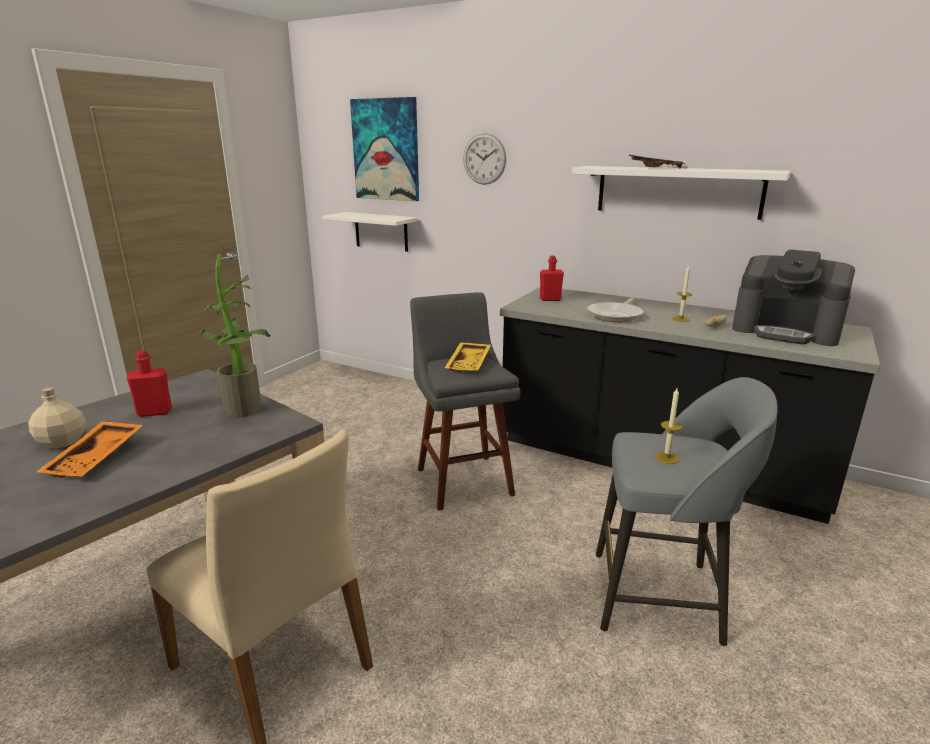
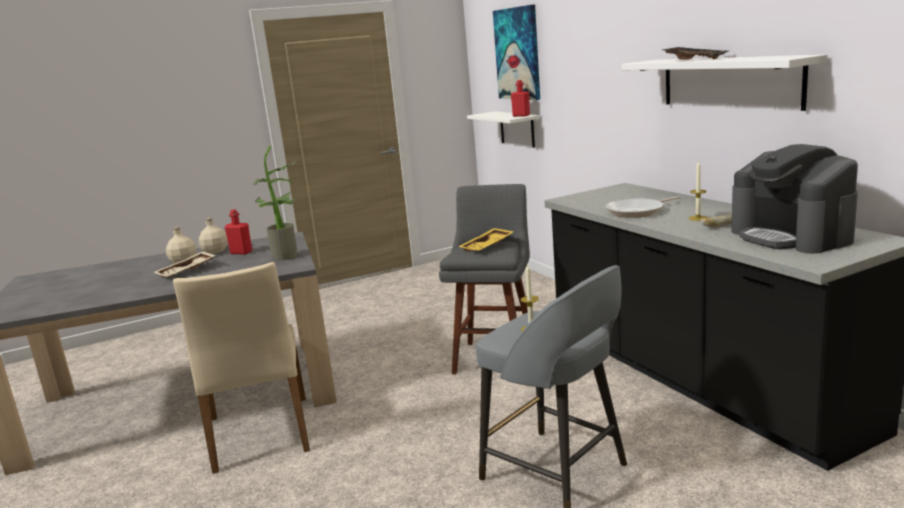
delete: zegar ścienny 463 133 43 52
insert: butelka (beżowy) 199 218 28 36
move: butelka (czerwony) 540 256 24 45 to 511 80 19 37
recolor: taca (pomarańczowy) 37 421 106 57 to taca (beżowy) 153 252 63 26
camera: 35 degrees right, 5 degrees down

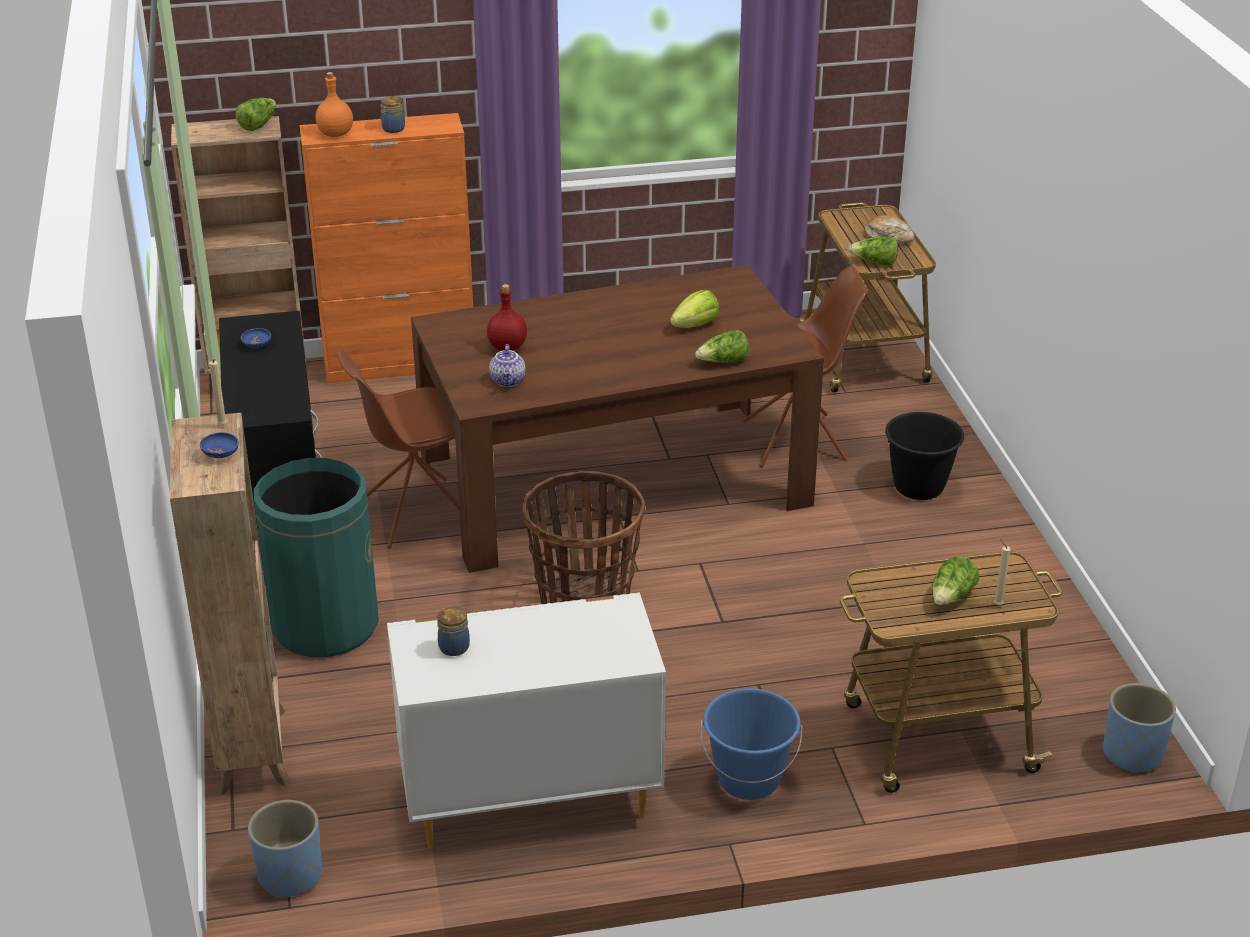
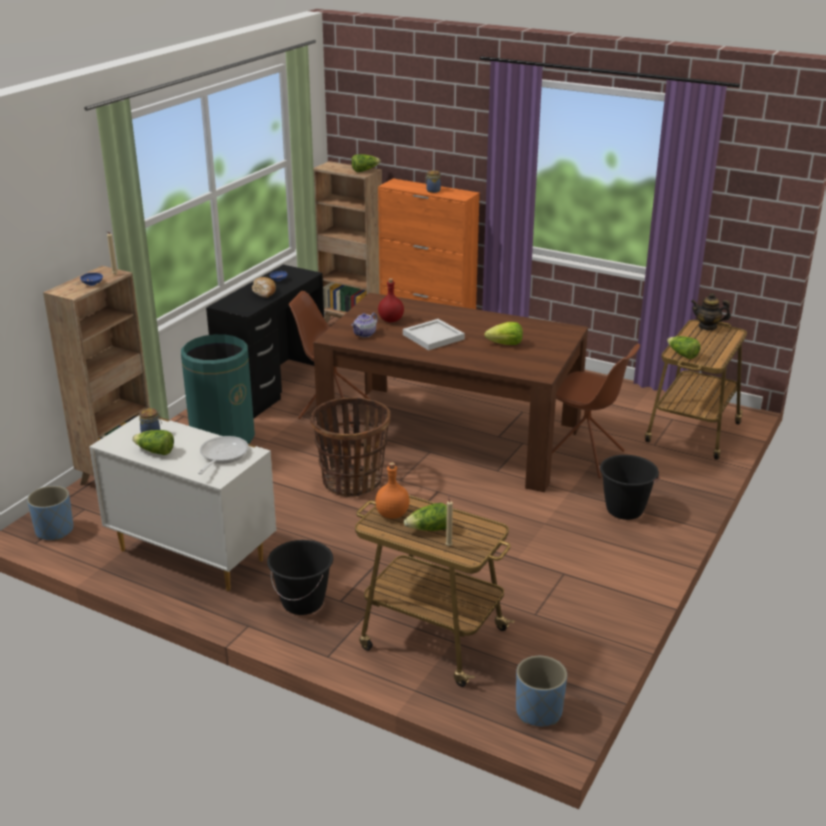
insert: patelnia 198 436 51 38; taca (biały) 403 319 62 31; imbryk 691 293 40 38
move: butelka (pomarańczowy) 315 72 38 65 to 375 462 35 57; sałata 695 330 54 33 to 132 430 42 25; chleb 864 215 51 28 to 252 277 24 21
recolor: wiadro (niebieski) 701 688 102 112 to wiadro (czarny) 267 540 66 75
camera: 40 degrees right, 5 degrees down

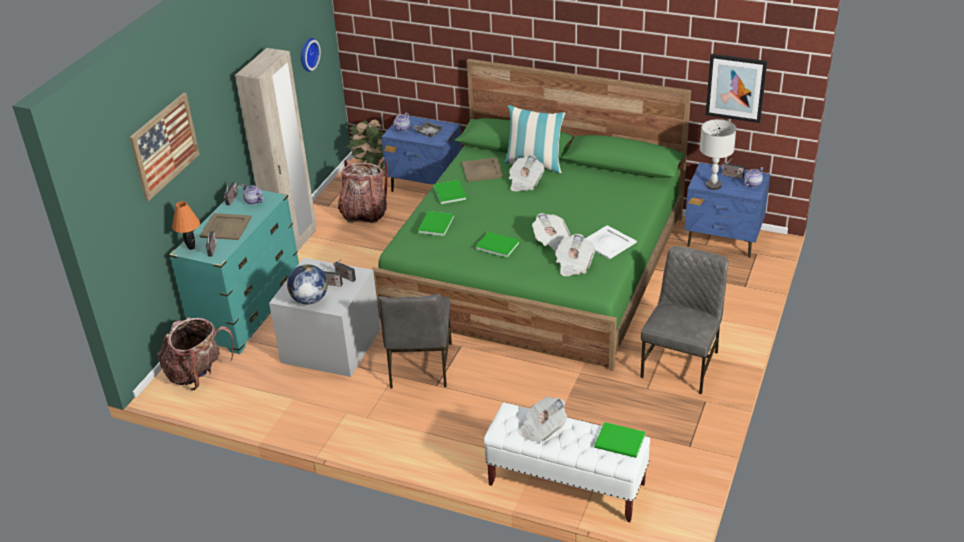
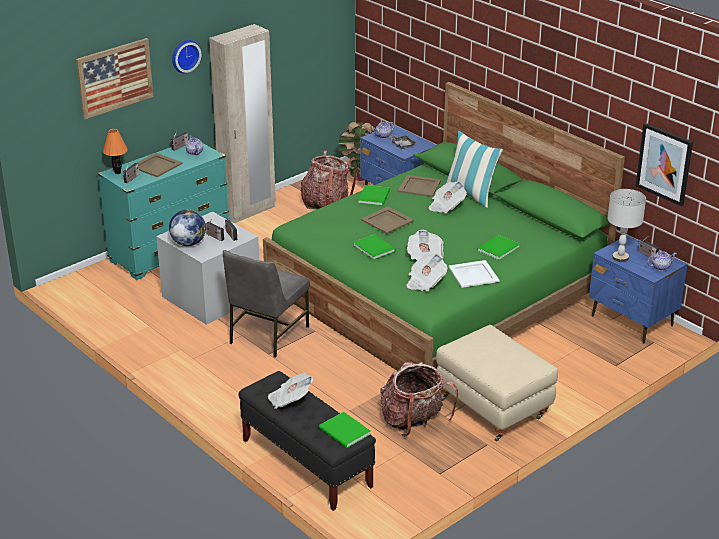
insert: taca (beżowy) 361 207 53 27
move: plecak 157 317 76 73 to 381 362 77 75; zegar ścienny 301 38 20 34 to 172 40 29 33; książka (zielony) 417 211 37 26 to 477 235 43 25
replace: krzesło (szary) 640 246 88 148 to pufa (beżowy) 436 325 122 117
recolor: ławka (biały) 484 403 166 119 to ławka (czarny) 238 371 138 140
camera: 25 degrees right, 5 degrees down

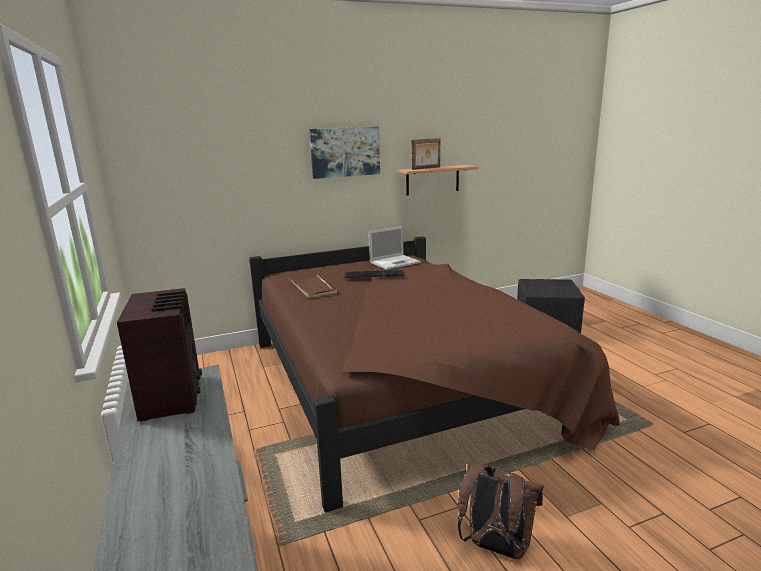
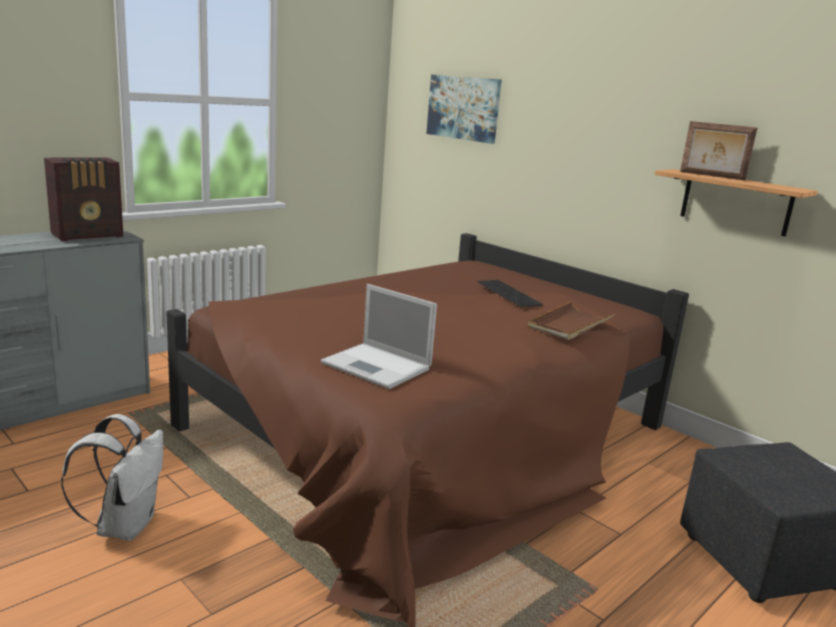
move: taca (brązowy) 288 273 49 25 to 528 301 87 39; obraz 309 126 71 53 to 426 75 76 69; laptop 369 226 52 44 to 321 284 116 105
recolor: plecak (brązowy) 458 462 86 97 to plecak (biały) 61 414 102 127
camera: 65 degrees right, 0 degrees up

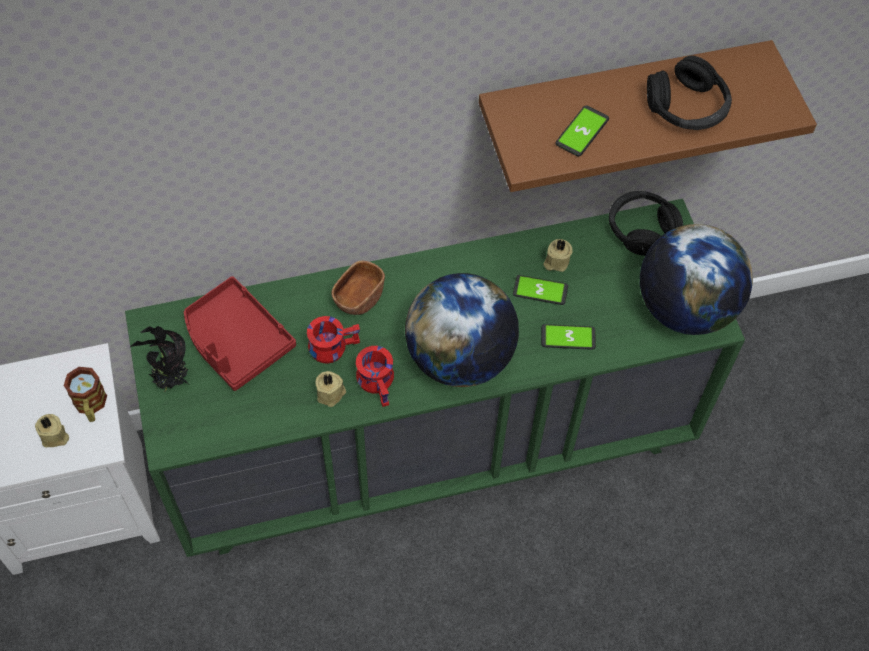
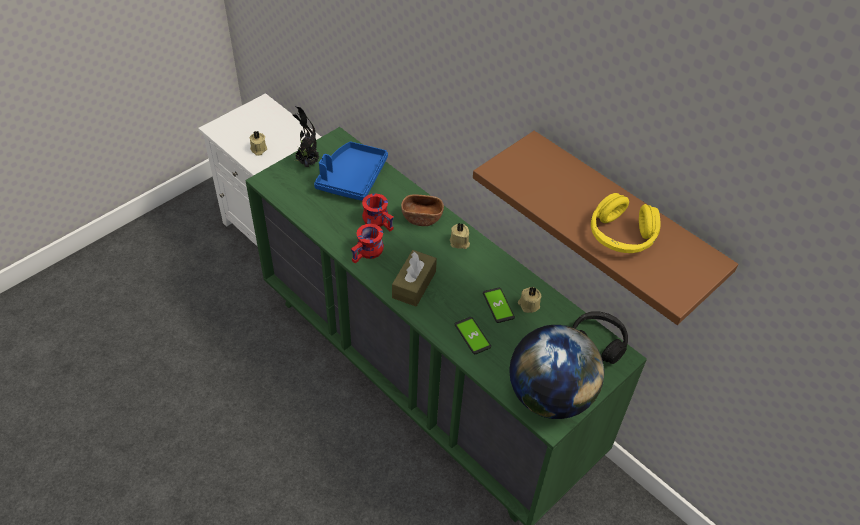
delete: kubek 64 367 43 55; telefon 555 105 54 51
move: świeca (beżowy) 315 371 31 36 to 450 223 20 26
replace: globus 405 273 114 114 to pudełko chusteczek (brązowy) 392 250 45 56
recolor: taca (czerwony) 184 276 112 115 to taca (niebieski) 314 141 74 60; słuchawki (czarny) 647 56 85 74 to słuchawki (żółty) 591 193 69 60
camera: 60 degrees right, 10 degrees down

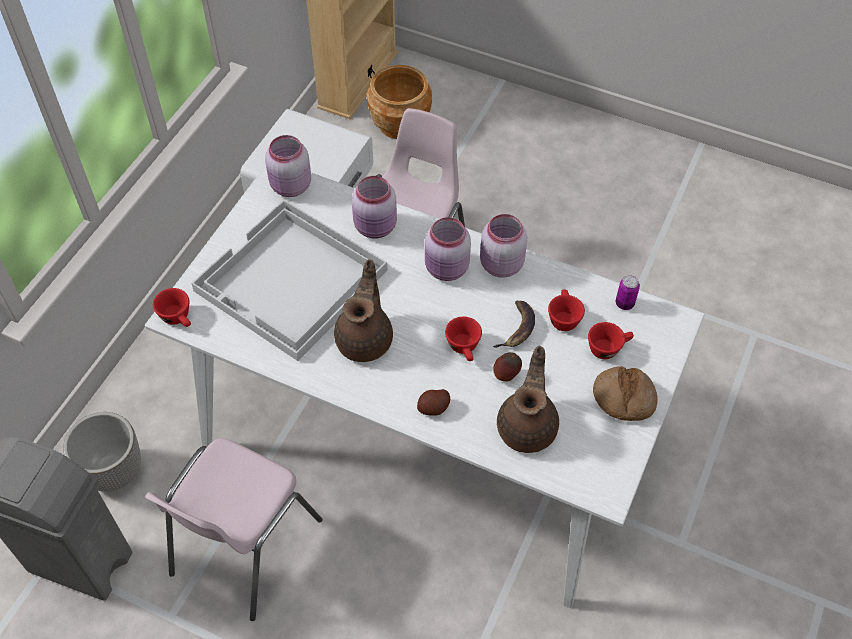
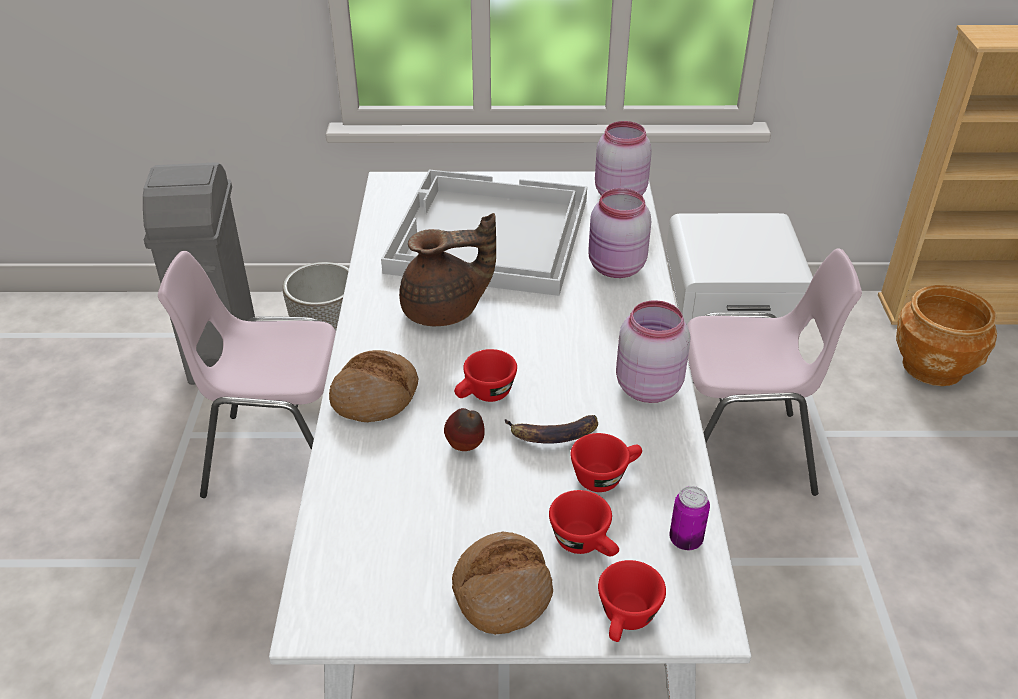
delete: słoik (różowy) 425 217 46 64; imbryk (brązowy) 497 346 62 107
move: filiżanka (czerwony) 153 288 38 39 to 598 560 68 82
replace: ziemniak 417 389 33 27 to chleb 329 350 89 72
camera: 65 degrees right, 15 degrees down

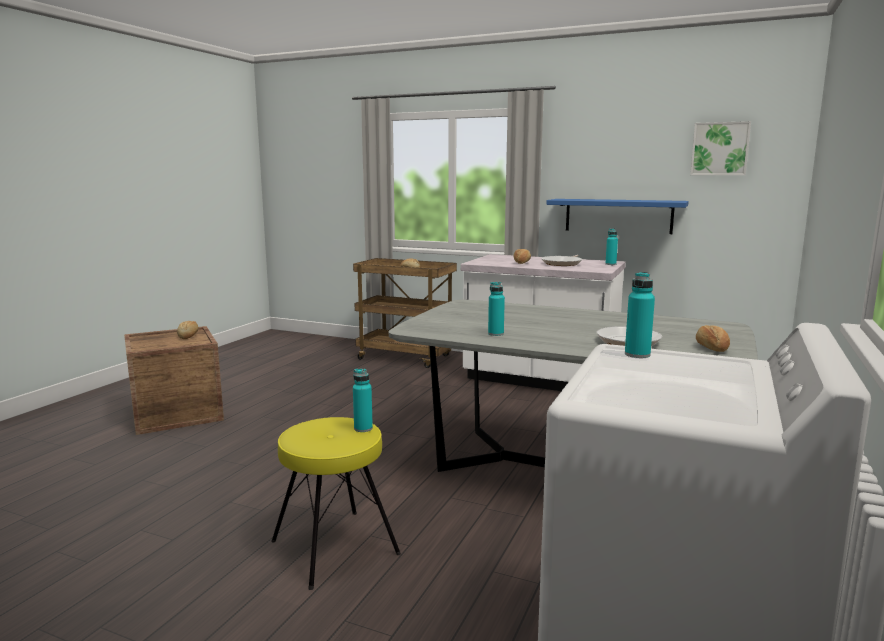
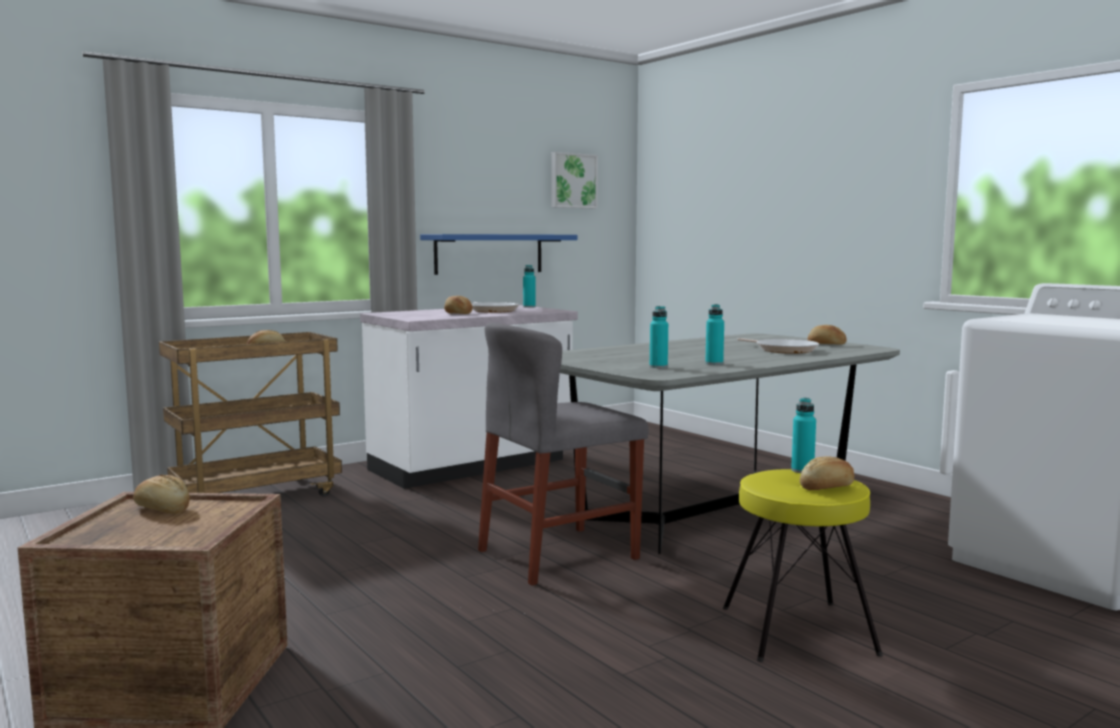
insert: krzesło (szary) 478 322 171 264; chleb 800 456 55 34
move: butelka (turkusowy) 625 272 30 86 to 650 306 18 62
camera: 60 degrees left, 5 degrees down

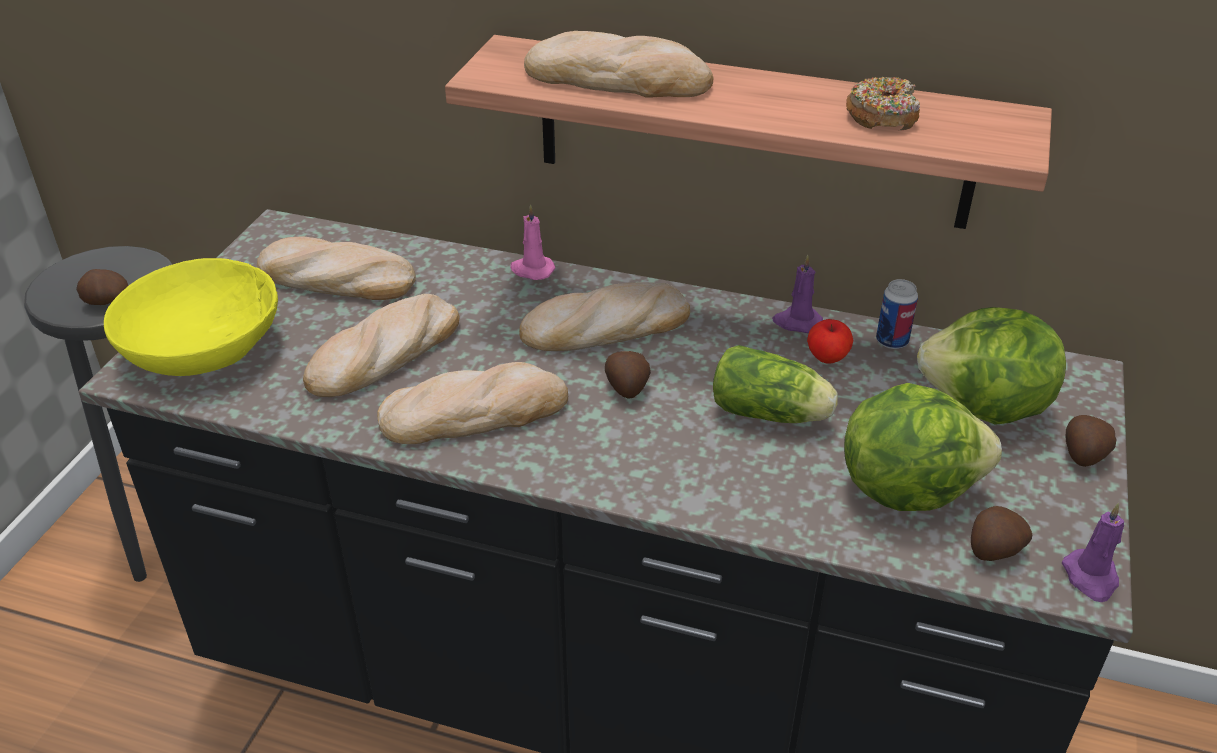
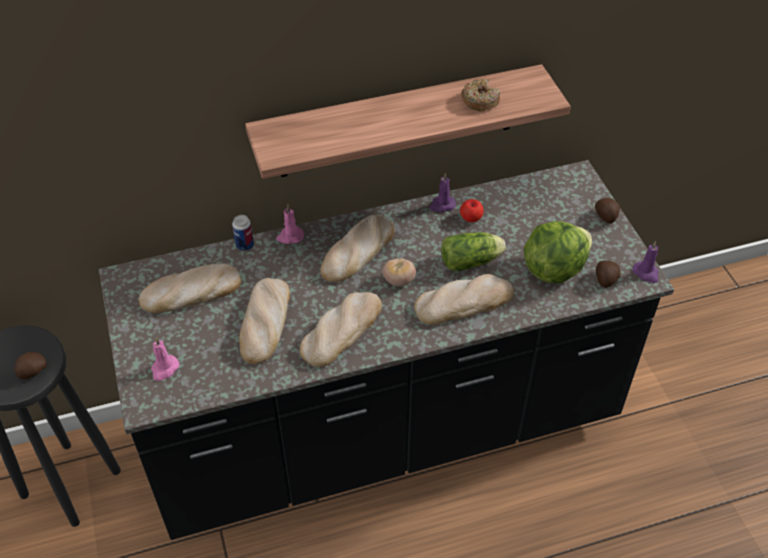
delete: sałata 917 307 149 118
move: chleb 524 31 190 67 to 414 274 100 51; puszka 876 279 42 70 to 232 215 22 36
replace: miska (żółty) 104 258 174 118 to świeca (różowy) 151 337 28 44; ziemniak 605 351 46 48 to pomidor 383 258 33 29
camera: 35 degrees left, 10 degrees up

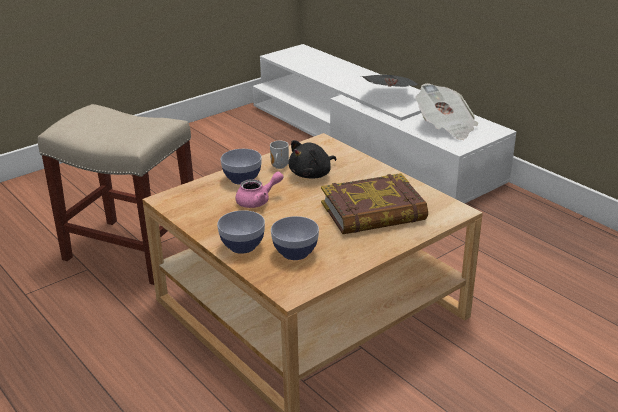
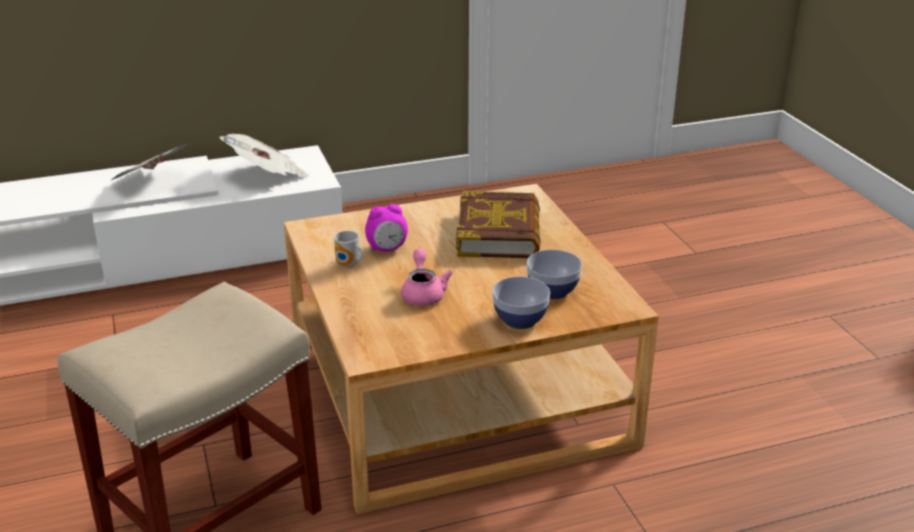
delete: miska 221 149 41 36
replace: pluszak (czarny) 288 140 48 39 to budzik 365 204 43 48
camera: 70 degrees left, 0 degrees up

